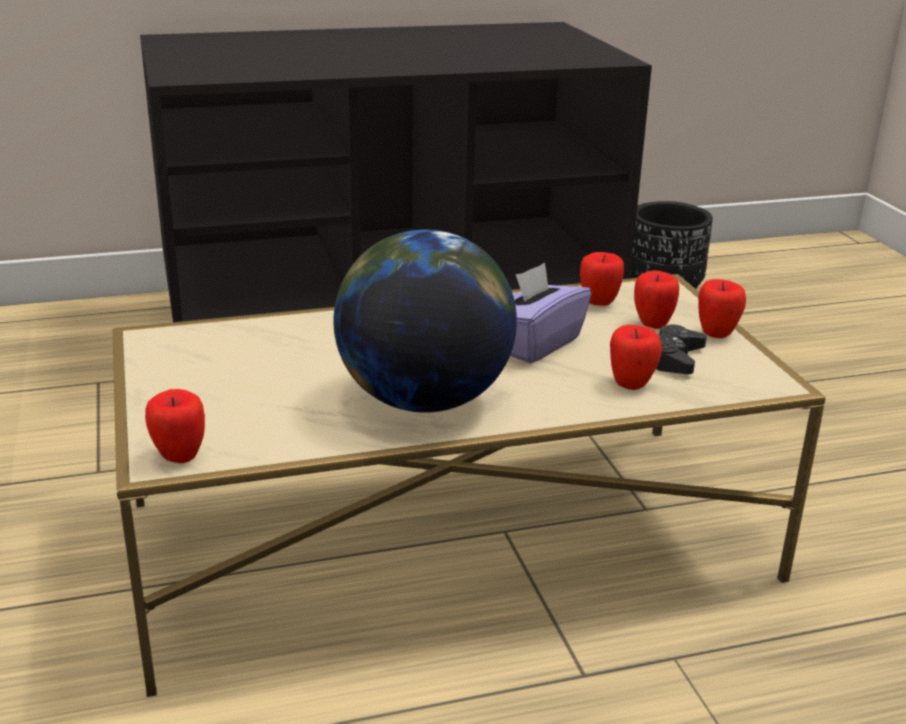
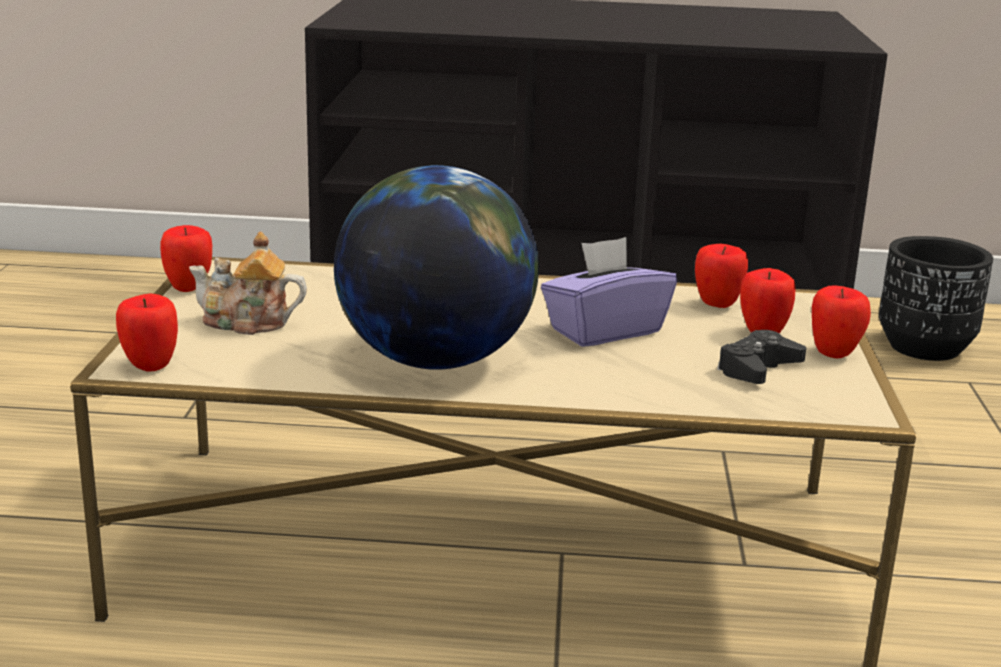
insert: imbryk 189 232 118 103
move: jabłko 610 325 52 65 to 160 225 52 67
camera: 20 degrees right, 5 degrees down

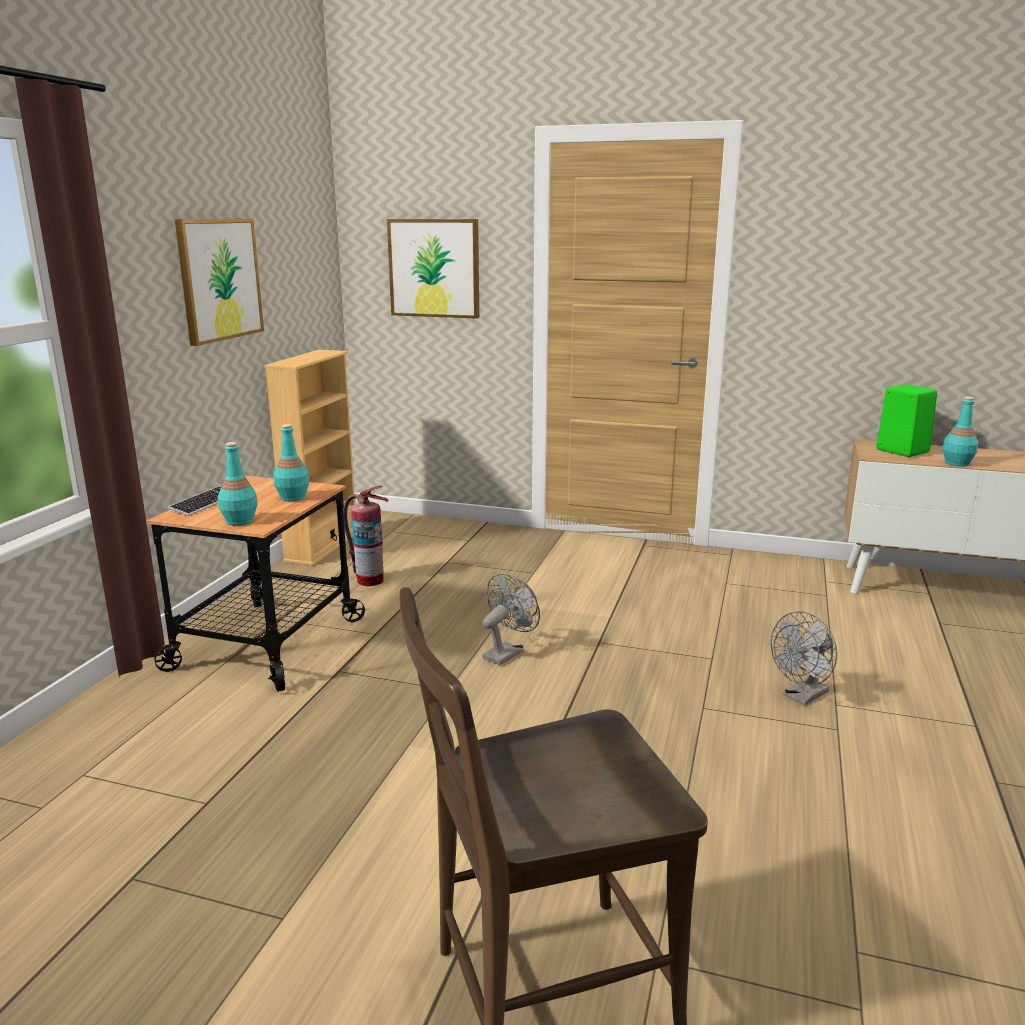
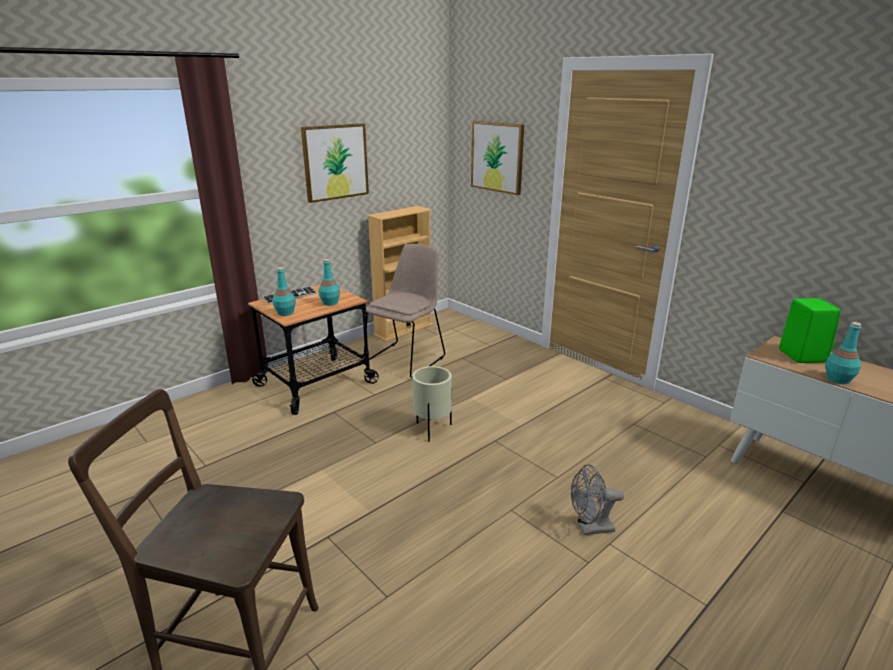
replace: gaśnica 343 485 45 102 to krzesło (beżowy) 364 244 81 134; wentylator (szary) 482 573 58 92 to donica (beżowy) 412 366 40 76
camera: 30 degrees right, 5 degrees up

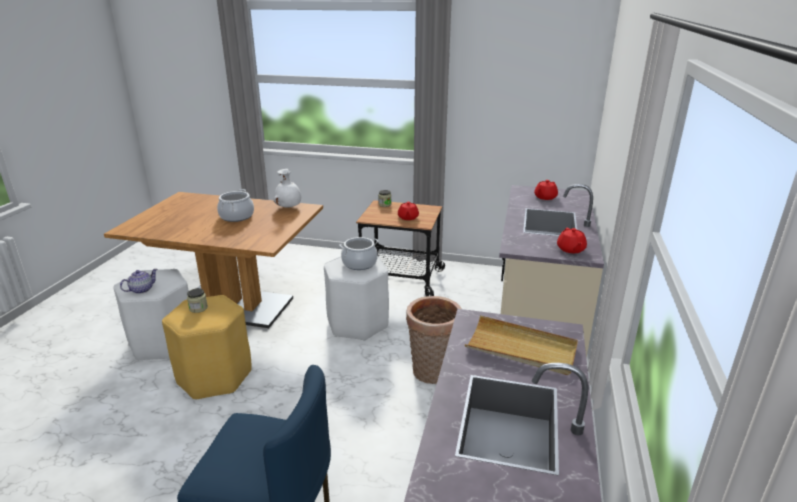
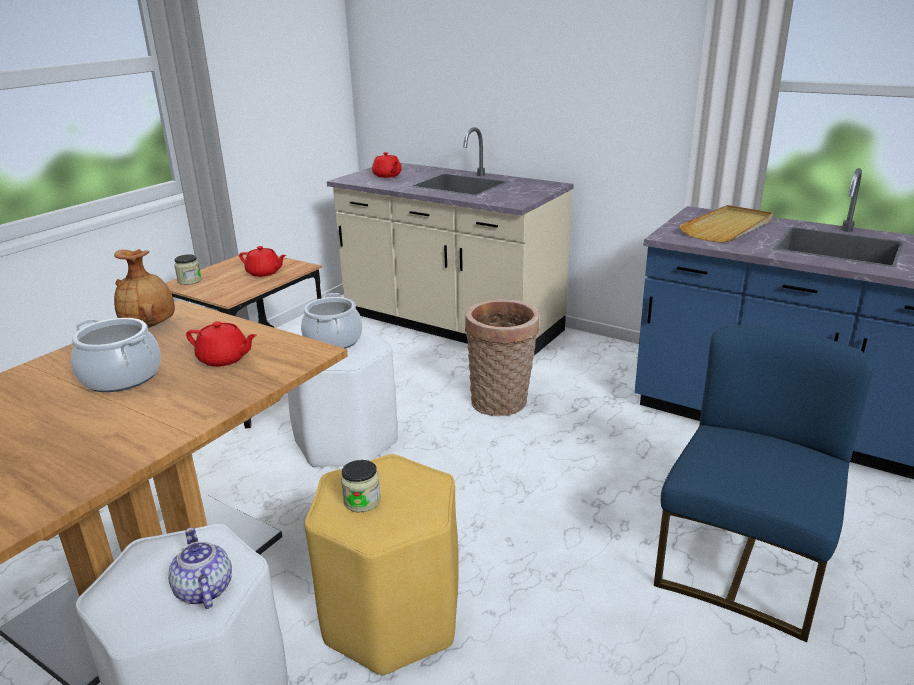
move: imbryk (czerwony) 557 228 30 25 to 186 321 71 46
recolor: wazon (biały) 274 169 27 39 to wazon (brązowy) 114 249 61 79
camera: 70 degrees left, 0 degrees up

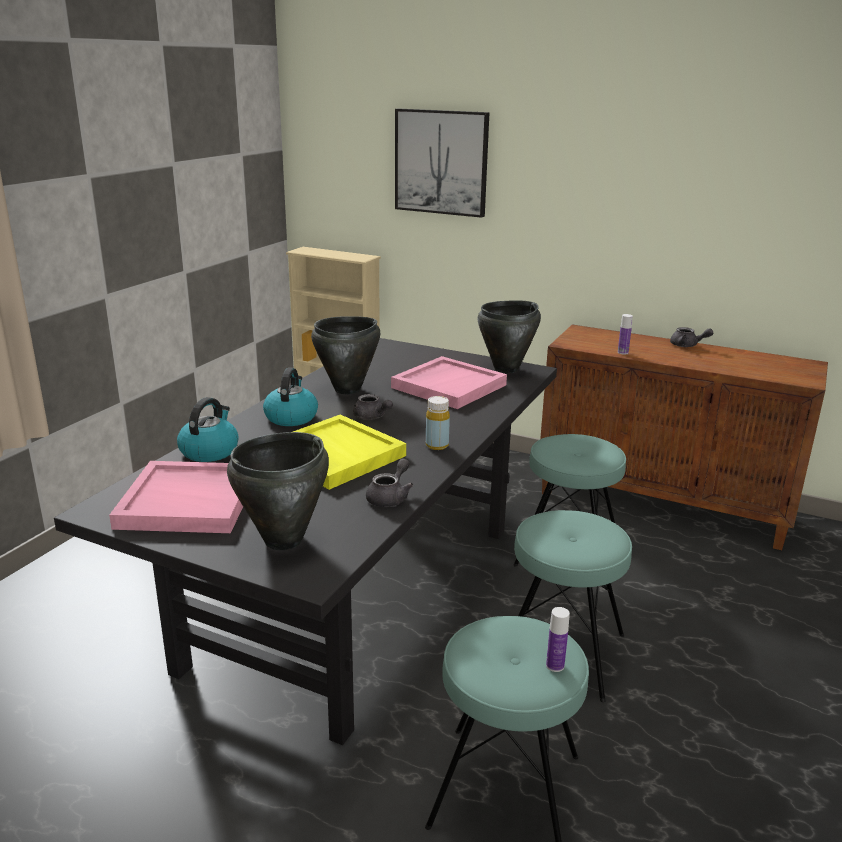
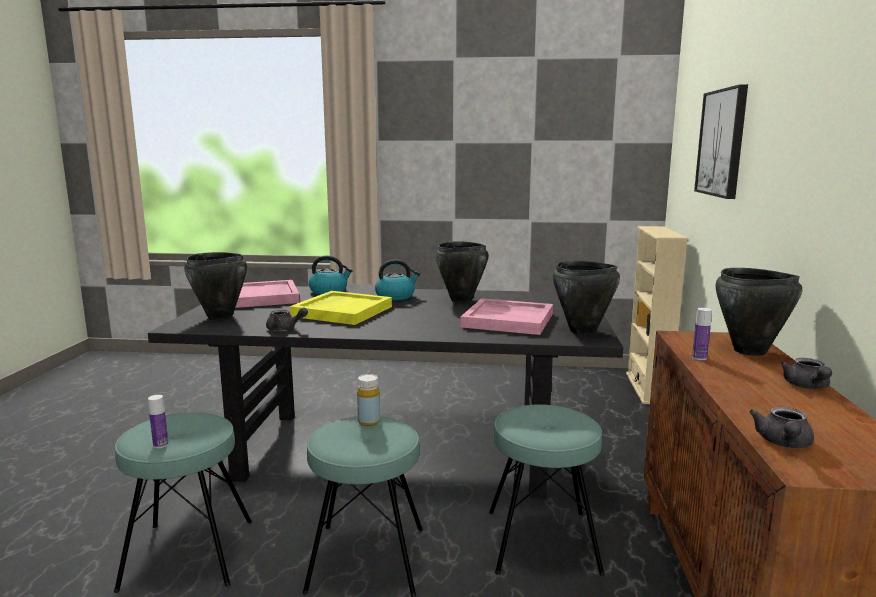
insert: garnek (czarny) 716 268 86 88
move: imbryk (szary) 353 394 40 26 to 749 407 65 41; butelka (żółty) 426 396 24 54 to 357 374 23 52
camera: 70 degrees right, 10 degrees down

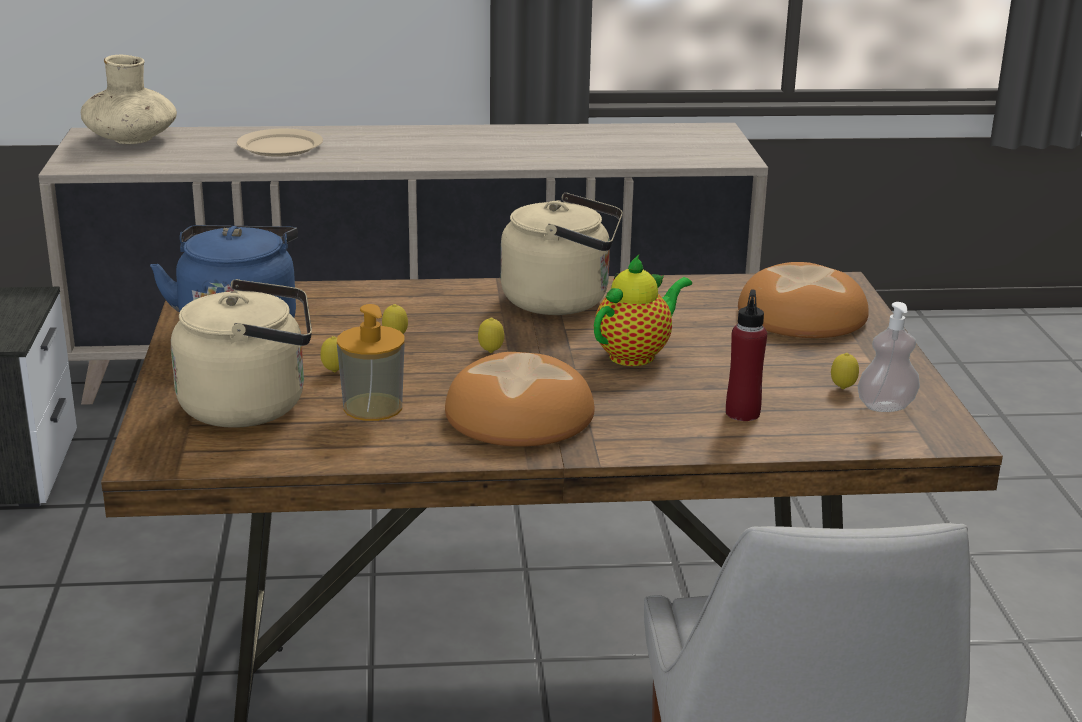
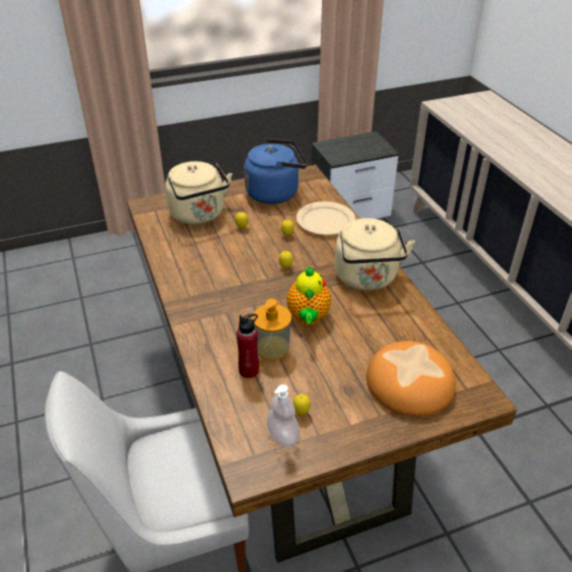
delete: wazon (beżowy) 81 55 96 89; chleb 445 352 150 95
move: talerz (beżowy) 237 129 86 28 to 296 201 59 34; dozownik mydła 337 304 68 117 to 252 299 40 61
rotate: imbryk 594 255 98 111 = 287 266 44 59 60 degrees clockwise
camera: 75 degrees right, 15 degrees up

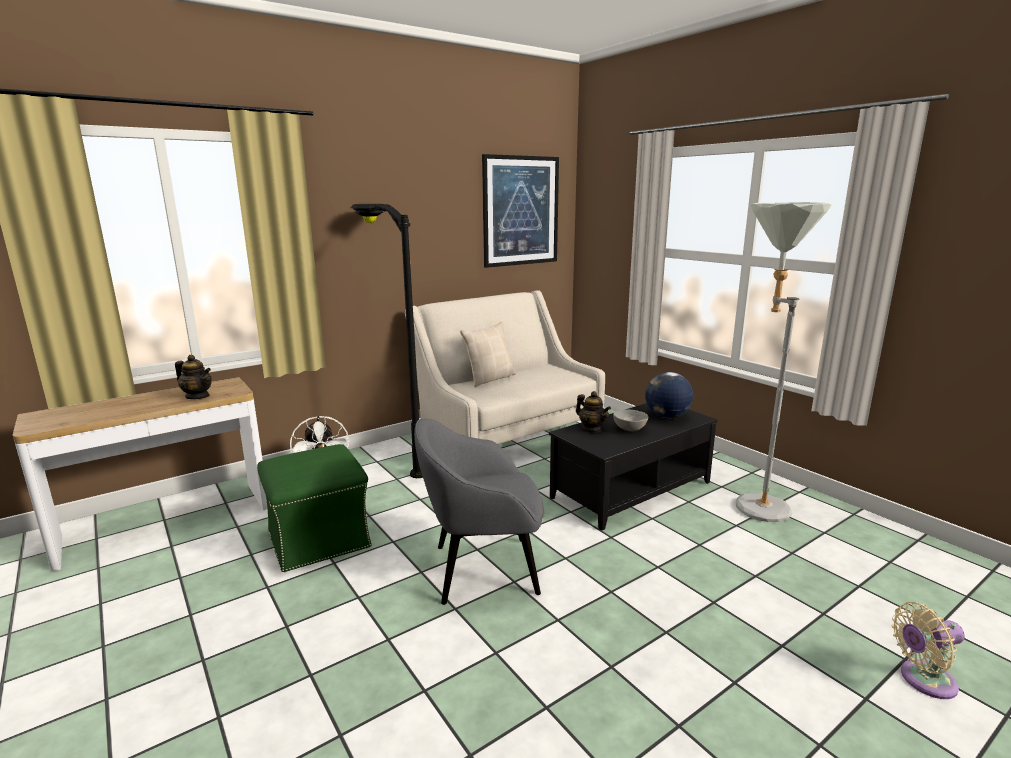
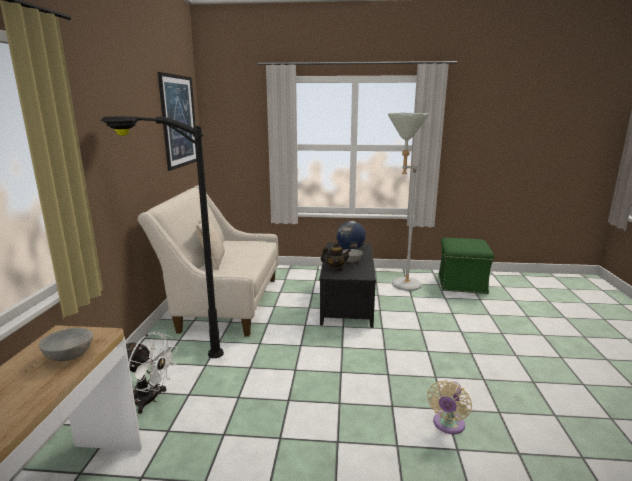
delete: fotel (szary) 414 418 130 187
move: pufa (zielony) 257 444 115 128 to 439 238 55 56; wentylator (beżowy) 891 602 74 97 to 427 380 45 54
replace: imbryk 175 355 37 44 to miska (szary) 39 328 54 33
camera: 50 degrees left, 0 degrees up

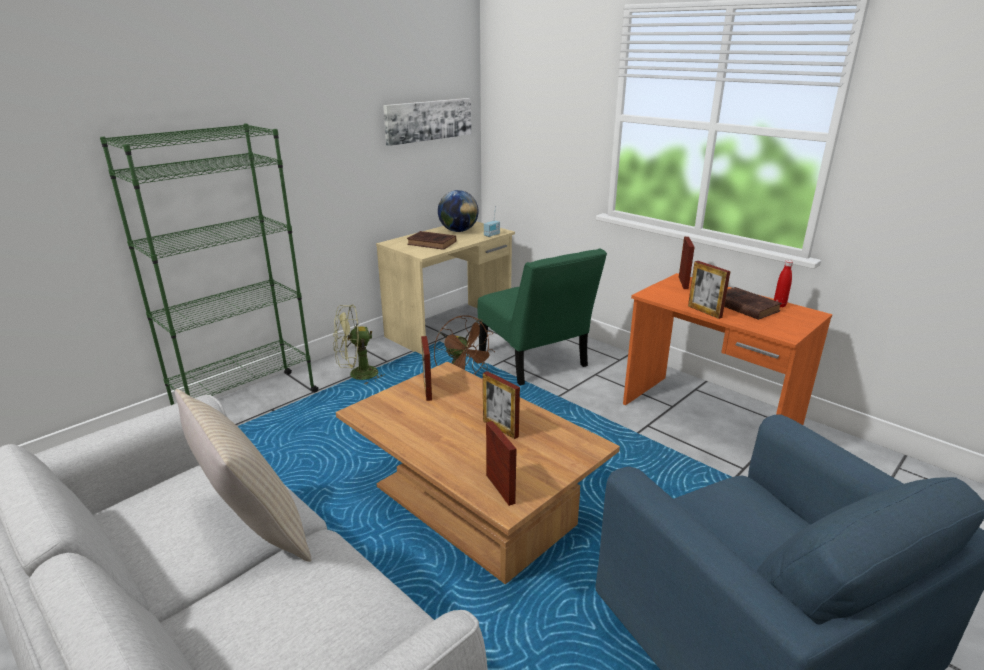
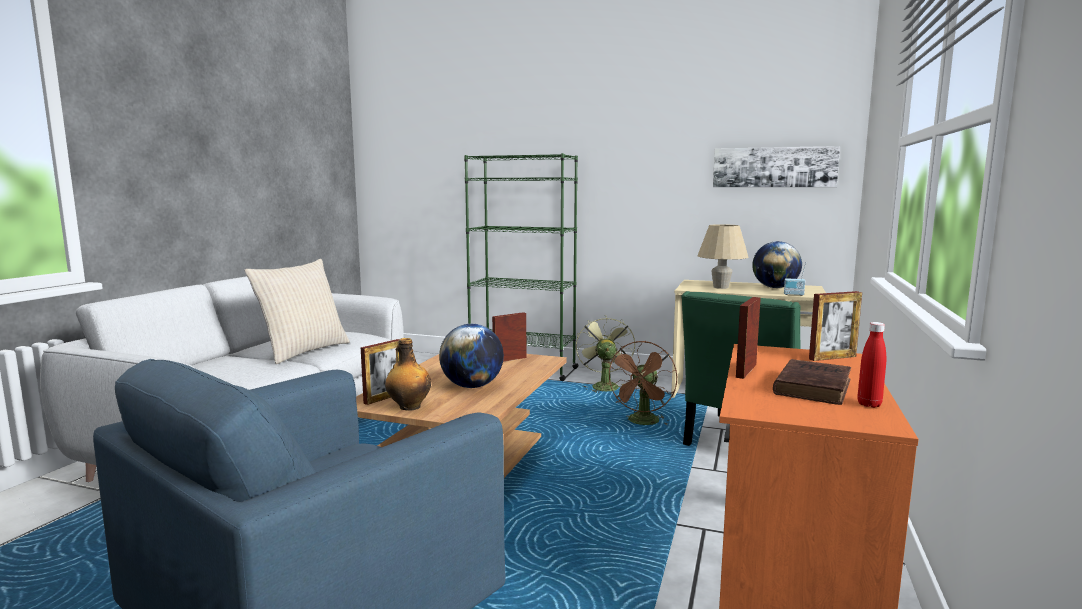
insert: butelka 385 338 46 73
replace: książka (brązowy) 407 231 49 19 to lampa stołowa (beżowy) 697 224 51 65; ramka na zdjęcie 483 371 37 68 to globus 439 324 65 64
rotate: wentylator (zielony) 333 304 51 80 = 576 315 59 78 45 degrees clockwise
camera: 65 degrees right, 15 degrees down

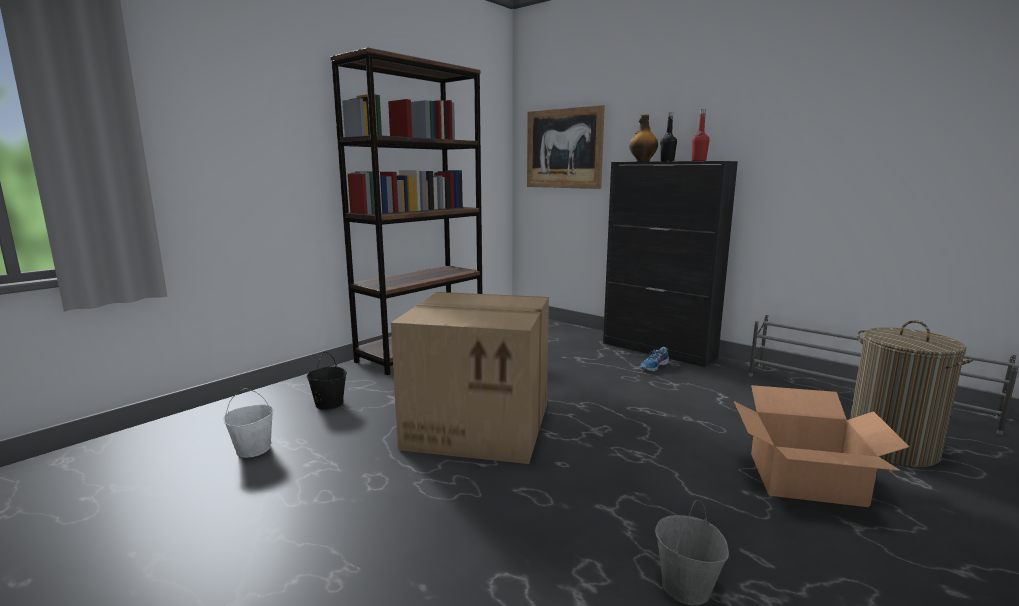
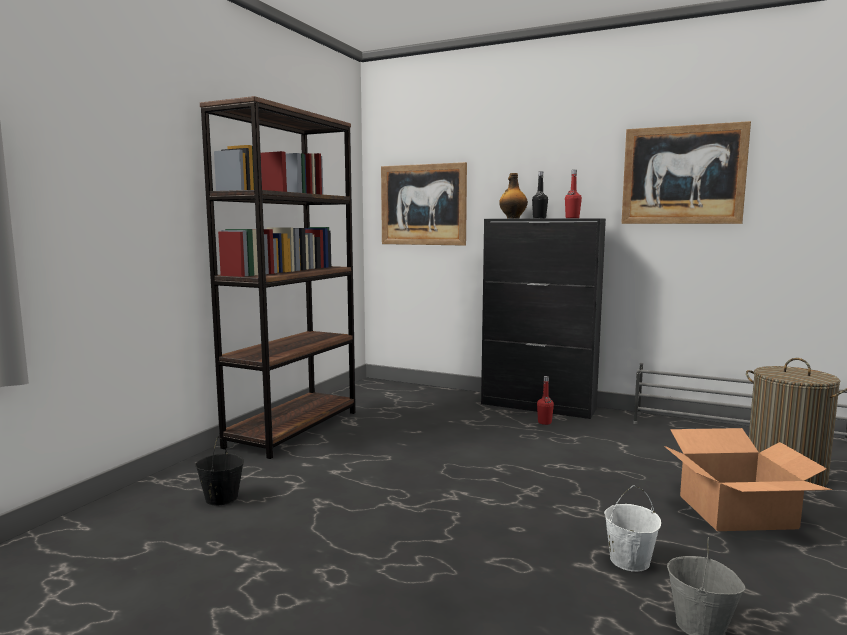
delete: karton 391 292 158 172
insert: obraz 621 121 130 103
move: wiadro (biały) 223 388 51 70 to 604 485 57 87
replace: but 640 347 29 25 to butelka (czerwony) 537 376 17 49
camera: 15 degrees left, 5 degrees down

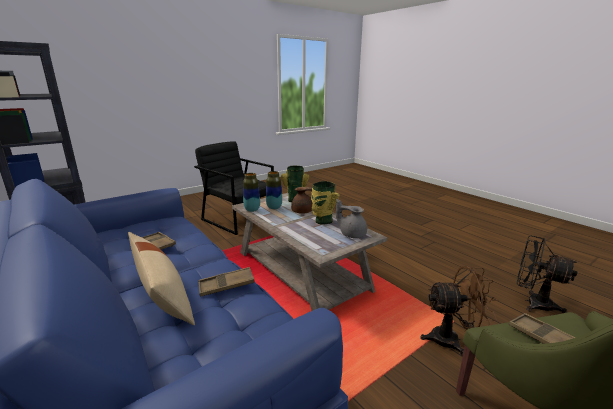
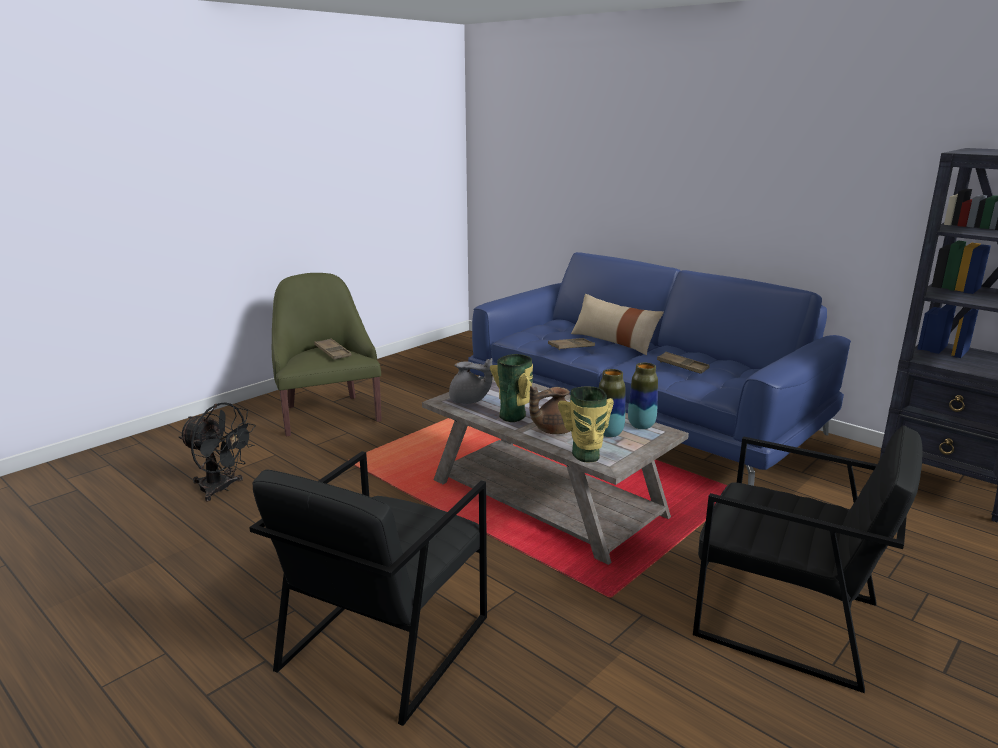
delete: wentylator (brązowy) 420 266 78 90
insert: fotel (czarny) 249 451 238 275
camera: 170 degrees right, 0 degrees up

